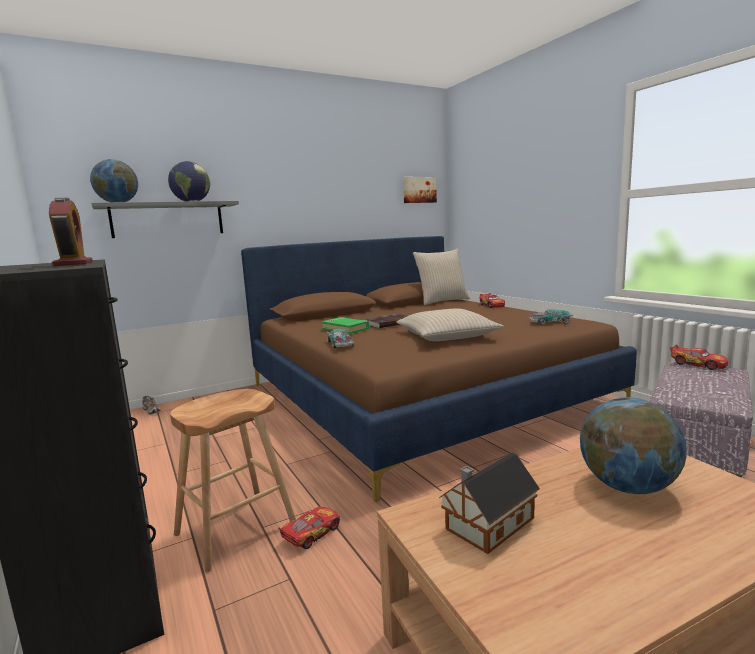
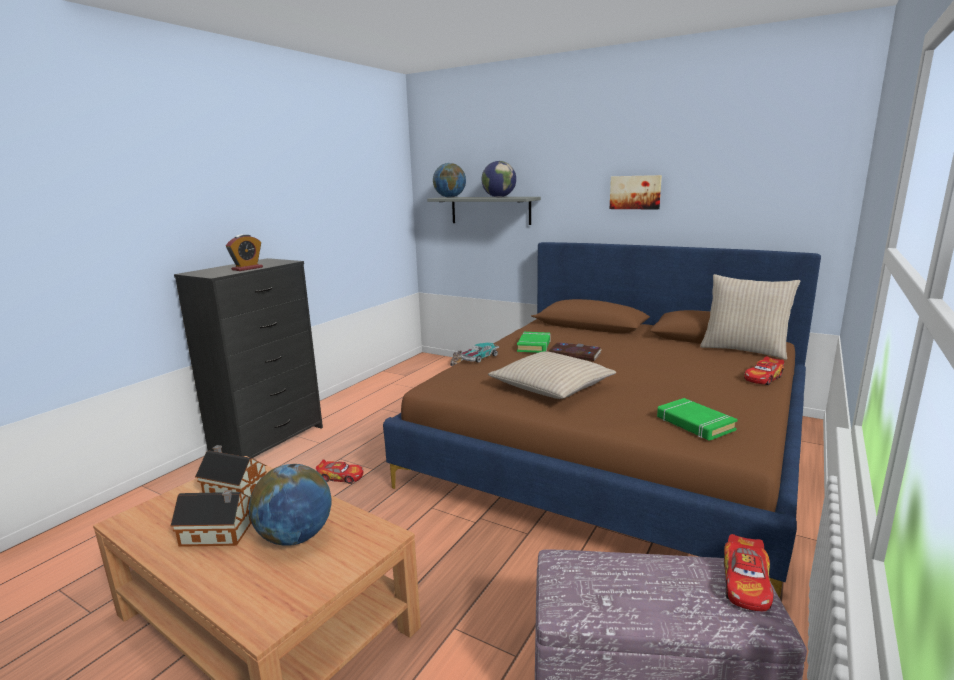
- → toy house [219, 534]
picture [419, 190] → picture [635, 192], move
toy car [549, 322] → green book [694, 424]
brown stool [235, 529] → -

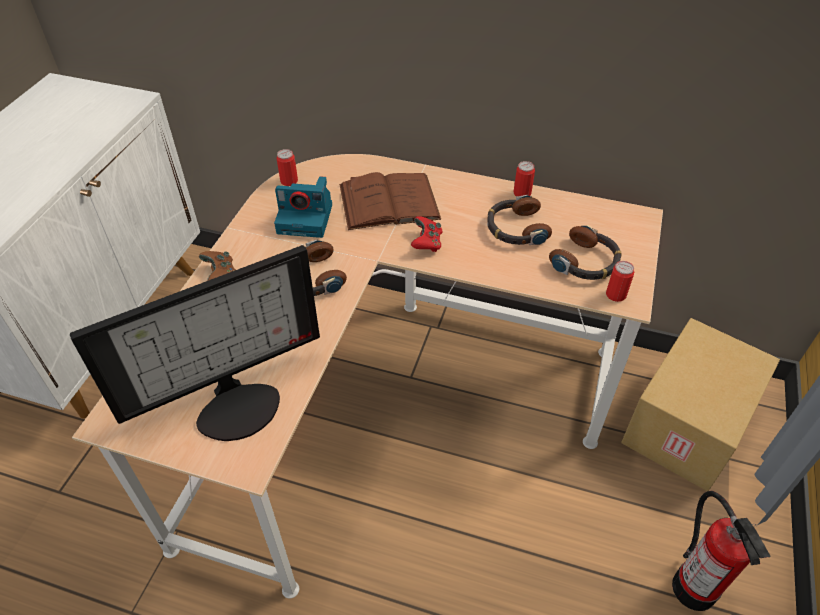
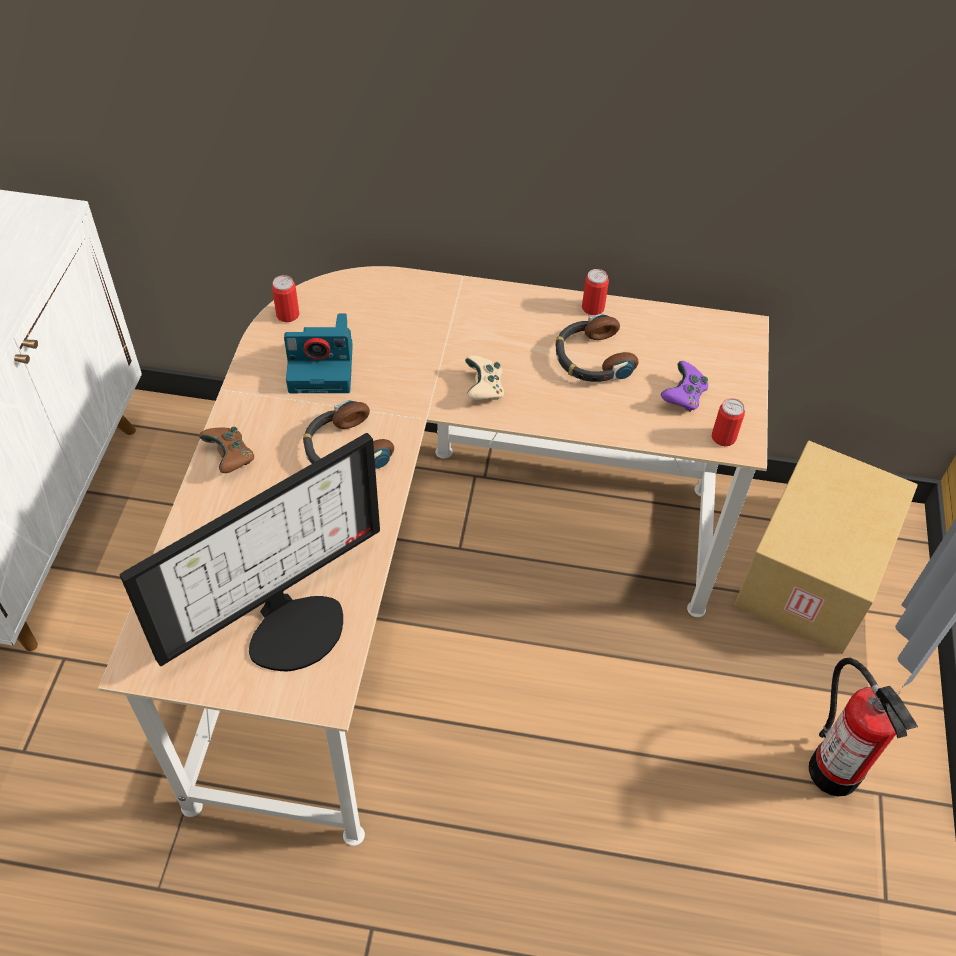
red game controller [427, 243] → beige game controller [484, 389]
headphones [586, 262] → purple game controller [683, 397]
brown book [389, 201] → -

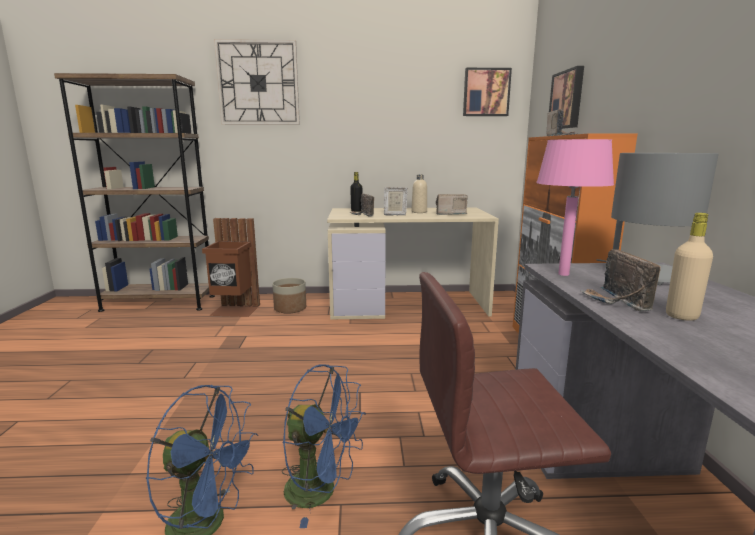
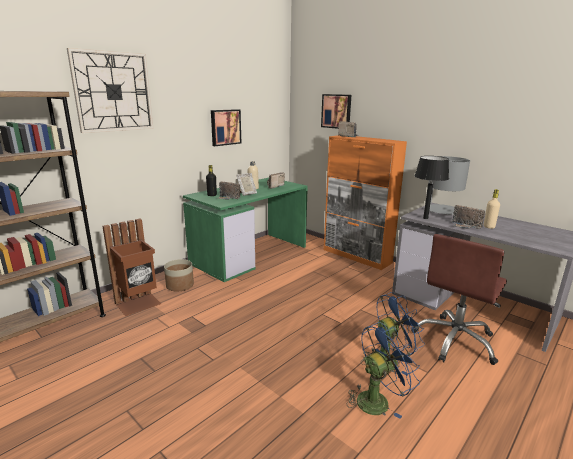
beige desk [408, 304] → green desk [250, 254]
picture [486, 92] → picture [225, 127], move
pink table lamp [563, 274] → black table lamp [425, 218]

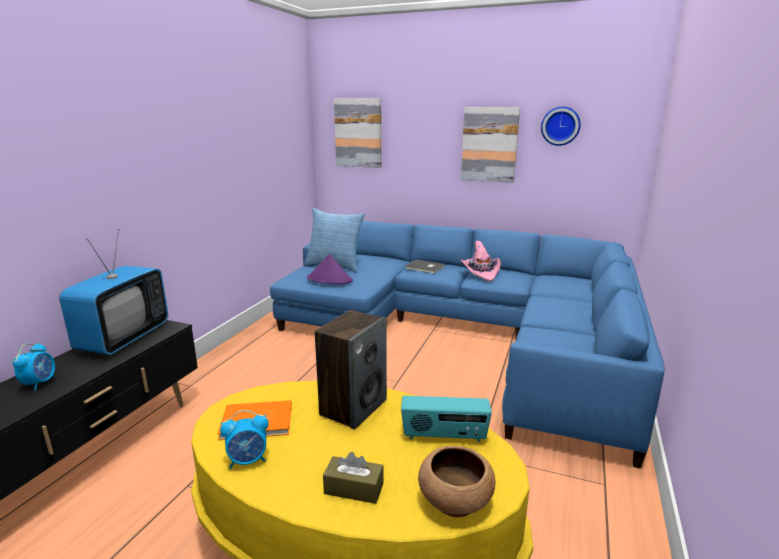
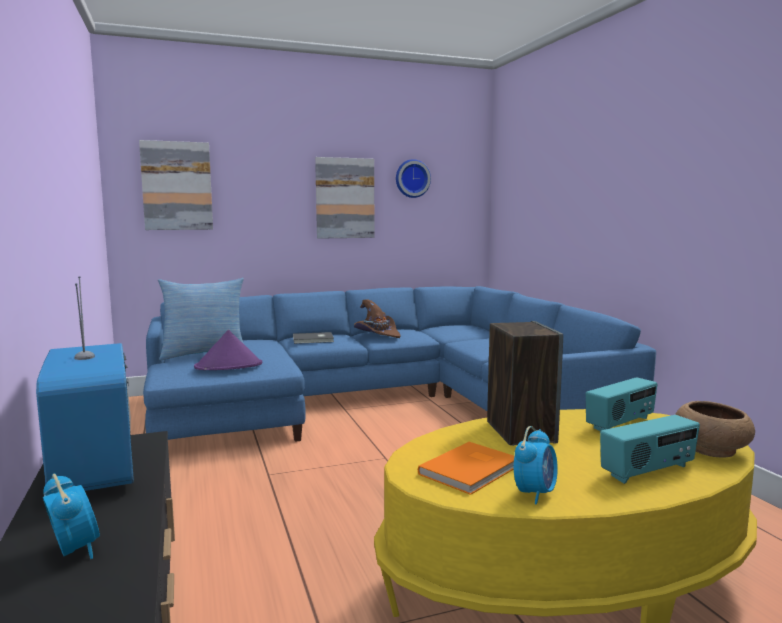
pink hat [481, 273] → brown hat [377, 334]
brown tissue box [354, 488] → radio [648, 471]

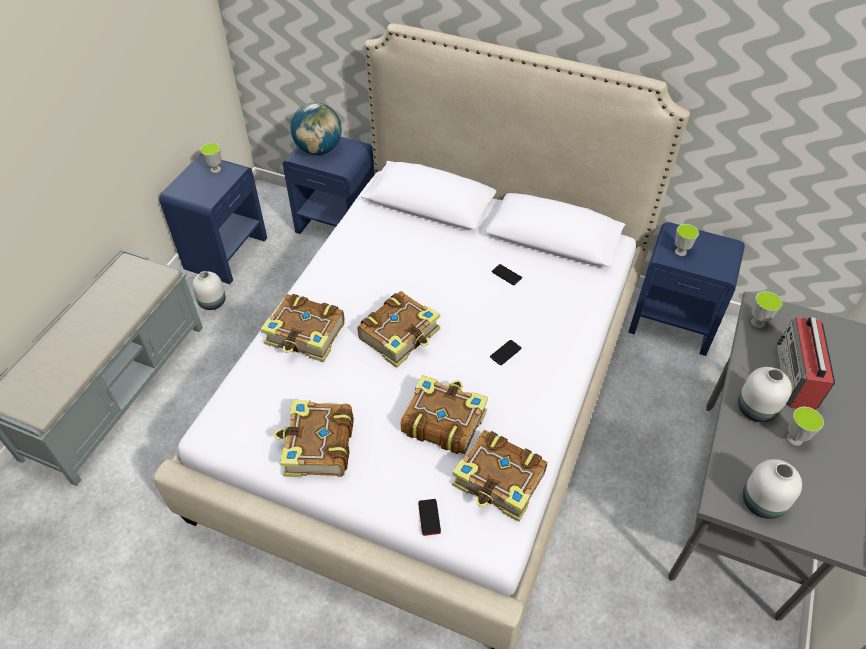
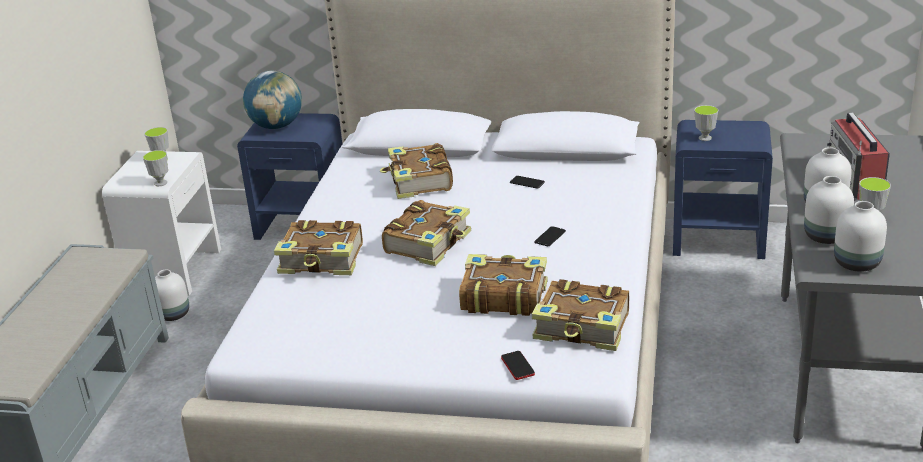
blue nightstand [226, 252] → white nightstand [175, 270]
cup [757, 323] → cup [160, 183], move
book [317, 447] → book [419, 181], move
- → white vase [826, 237]

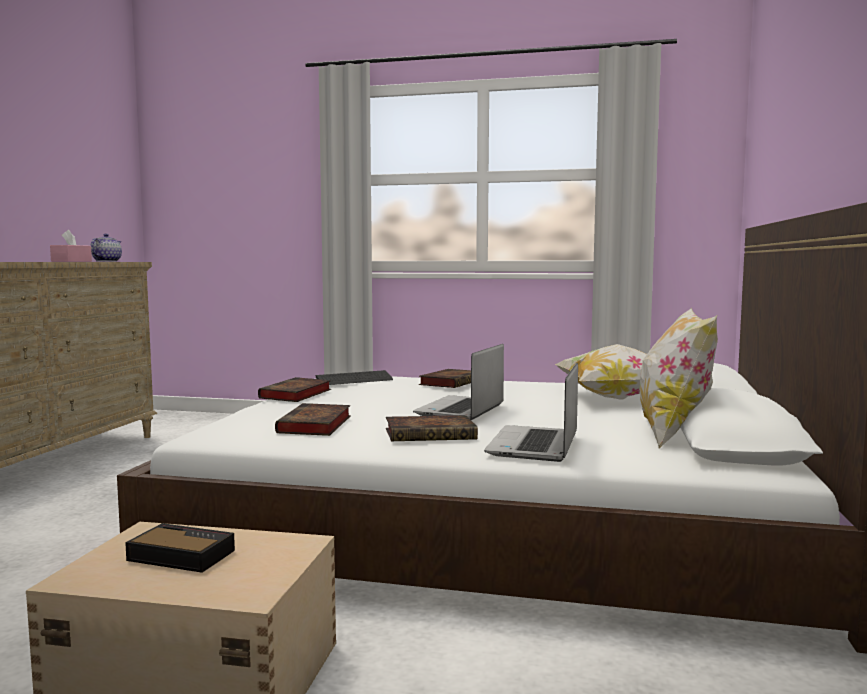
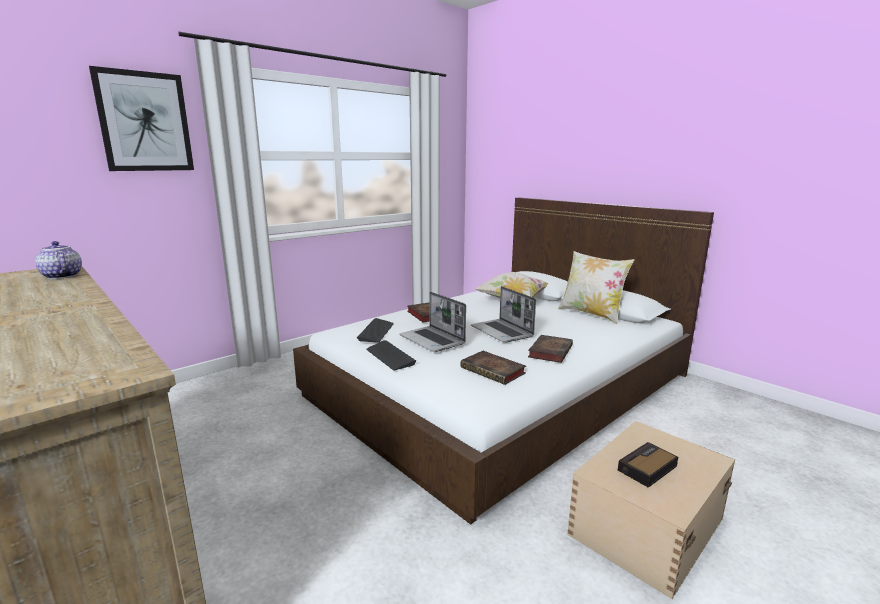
- → picture [145, 122]
book [295, 395] → keyboard [390, 356]
laptop [535, 446] → laptop [433, 340], move
pink tissue box [71, 261] → -

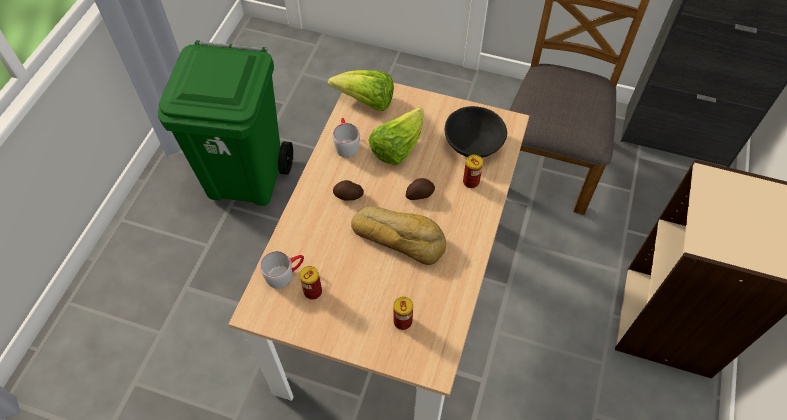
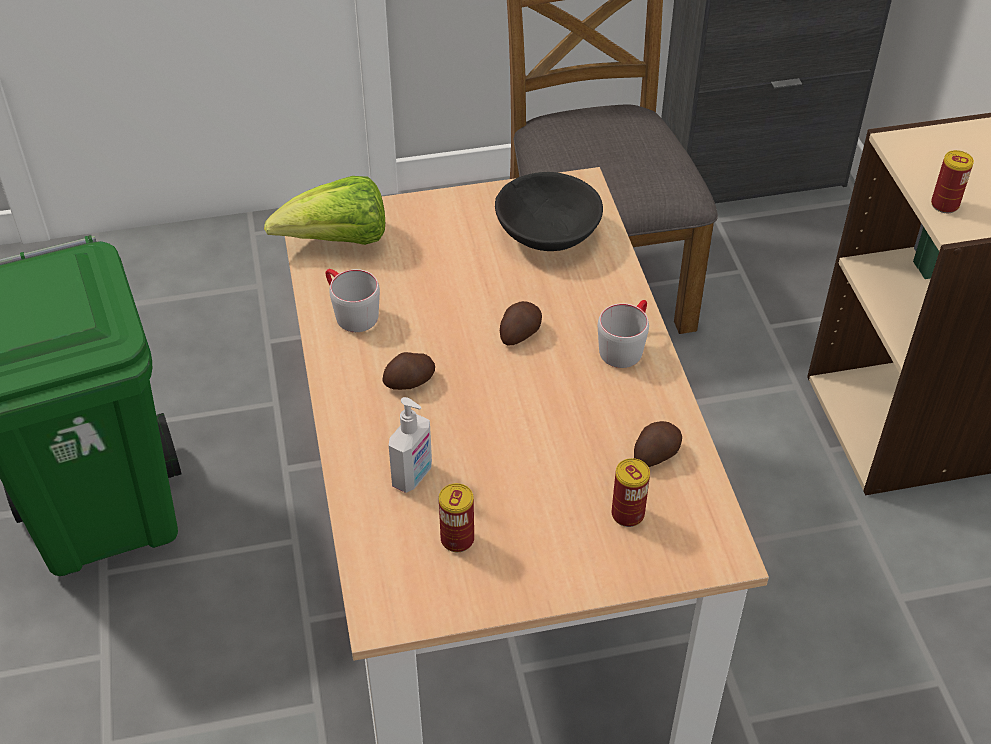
- → soap dispenser [413, 476]
grey mug [285, 274] → grey mug [625, 345], move
- → potato [655, 454]
can [471, 182] → can [944, 205], move
bread [399, 237] → -
lettuce [397, 148] → -

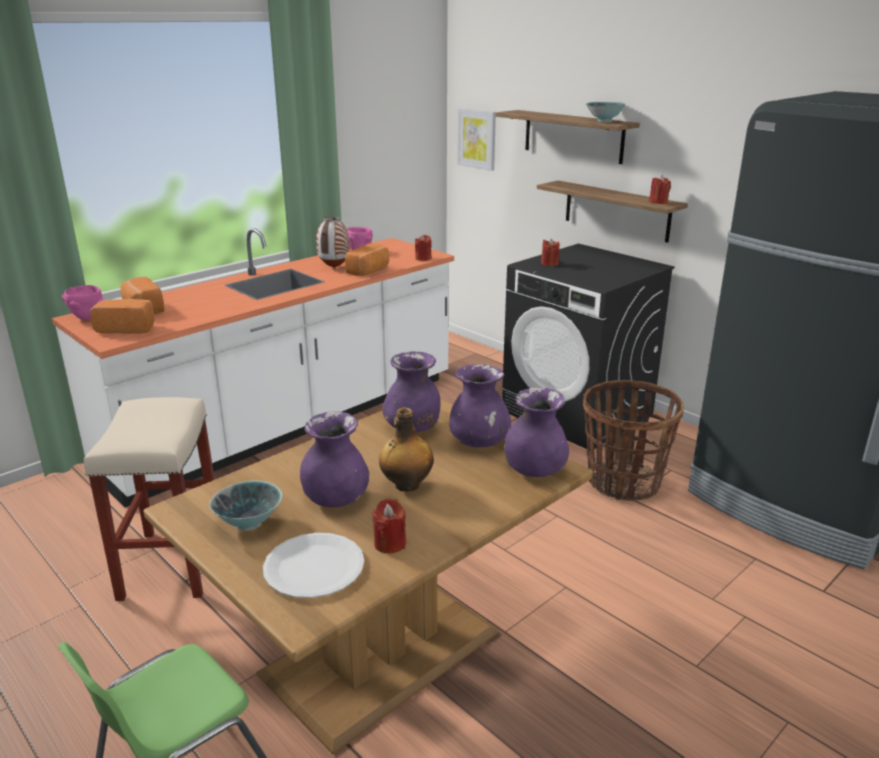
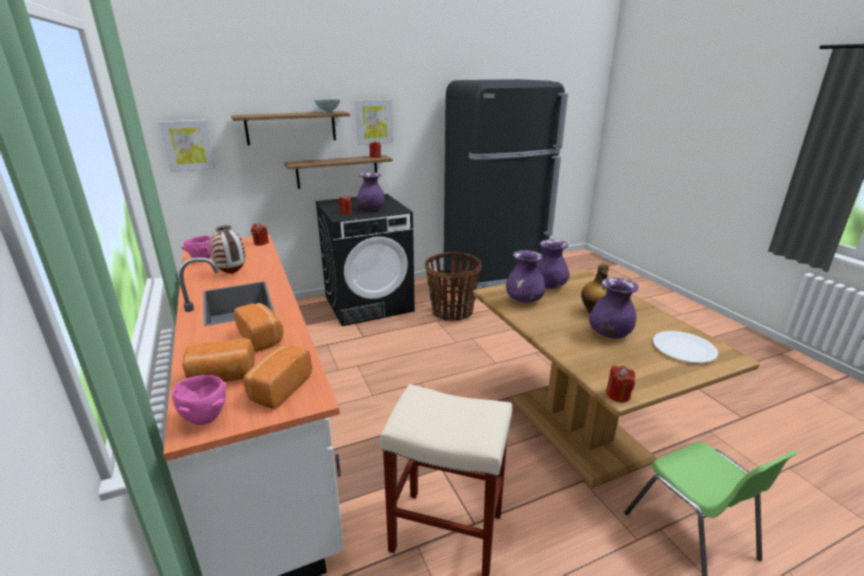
bread [369, 271] → bread [262, 337], move
- → picture [374, 122]
purple vase [535, 470] → purple vase [371, 209], move
red candle [390, 543] → red candle [618, 395], move
bowl [249, 524] → -

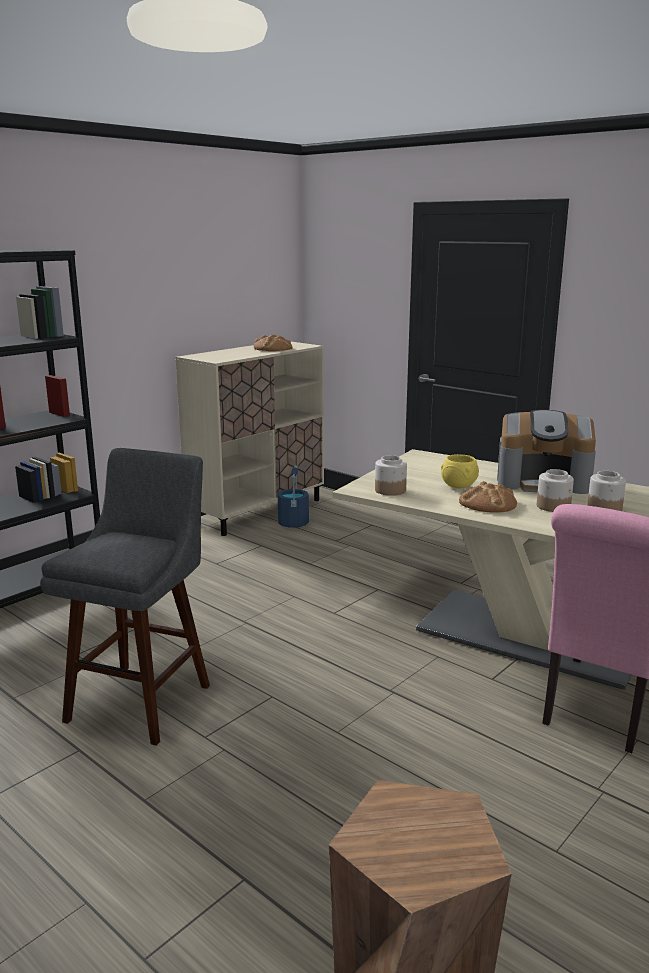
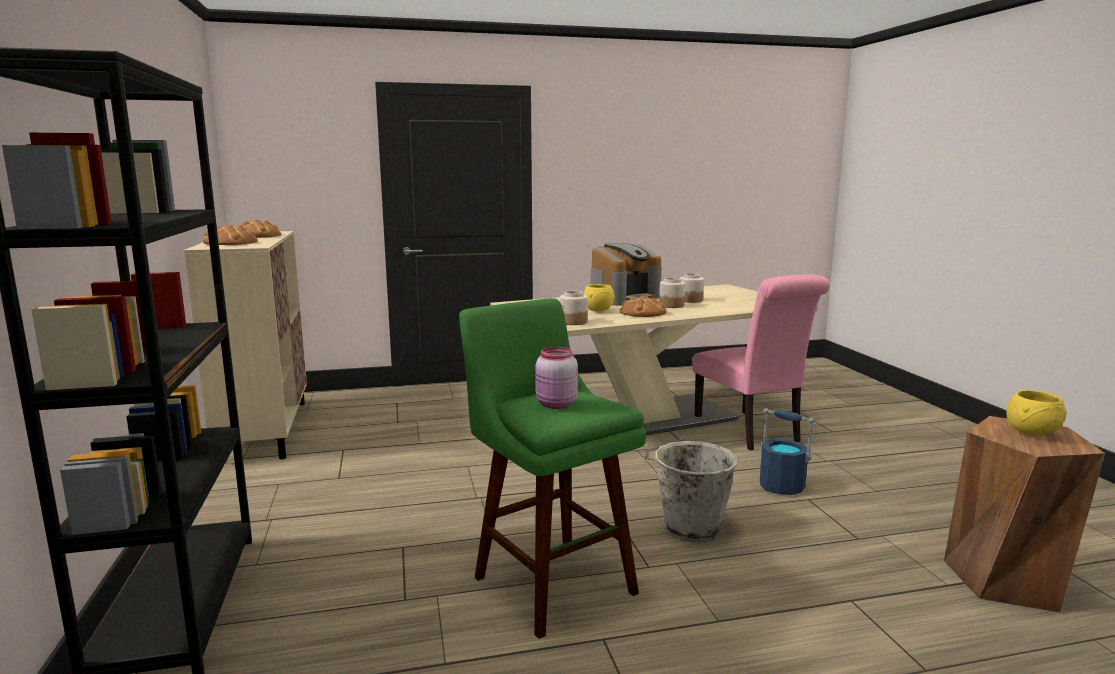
- → bread [230, 243]
grey stool [143, 699] → green stool [550, 581]
- → pink jar [555, 405]
- → grey bucket [689, 528]
blue bucket [293, 523] → blue bucket [782, 487], move
- → yellow bowl [1032, 434]

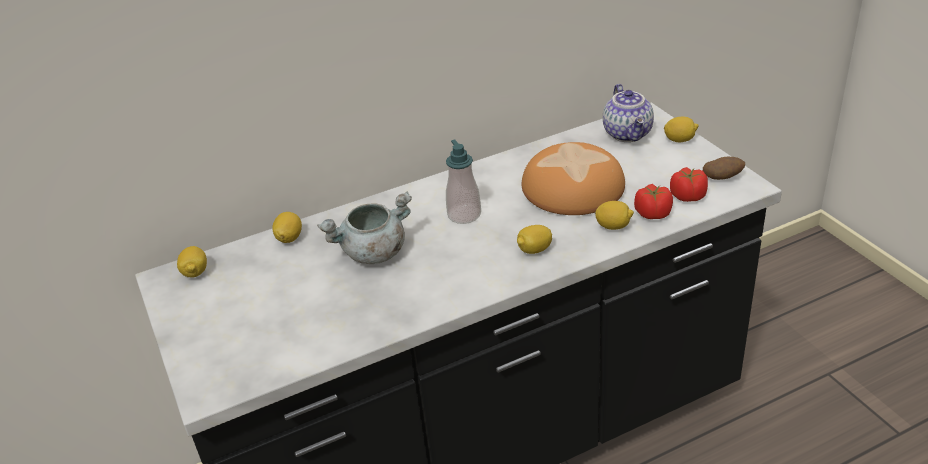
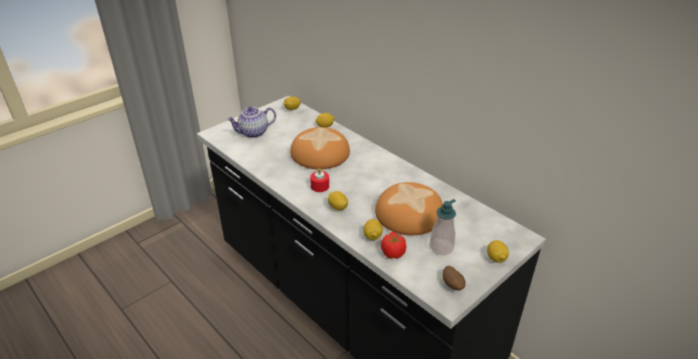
teapot [628, 134] → teapot [253, 133], move
grey cooking pot [373, 253] → bread [319, 153]
- → red candle [320, 186]
soap dispenser [464, 215] → soap dispenser [441, 247], move
tomato [687, 196] → -

